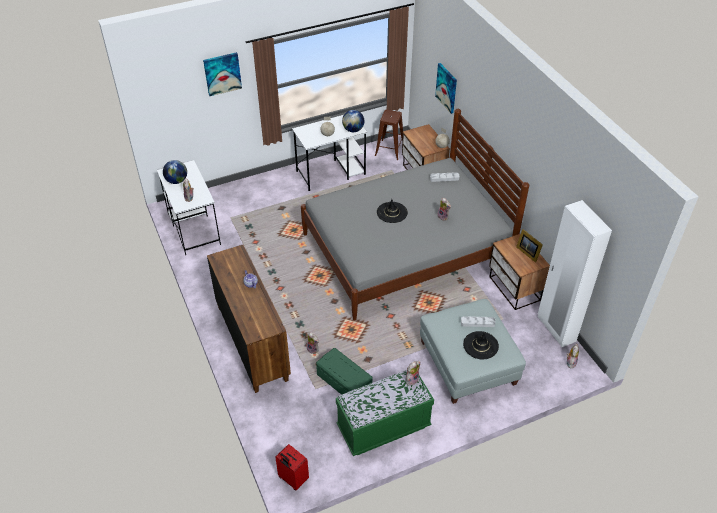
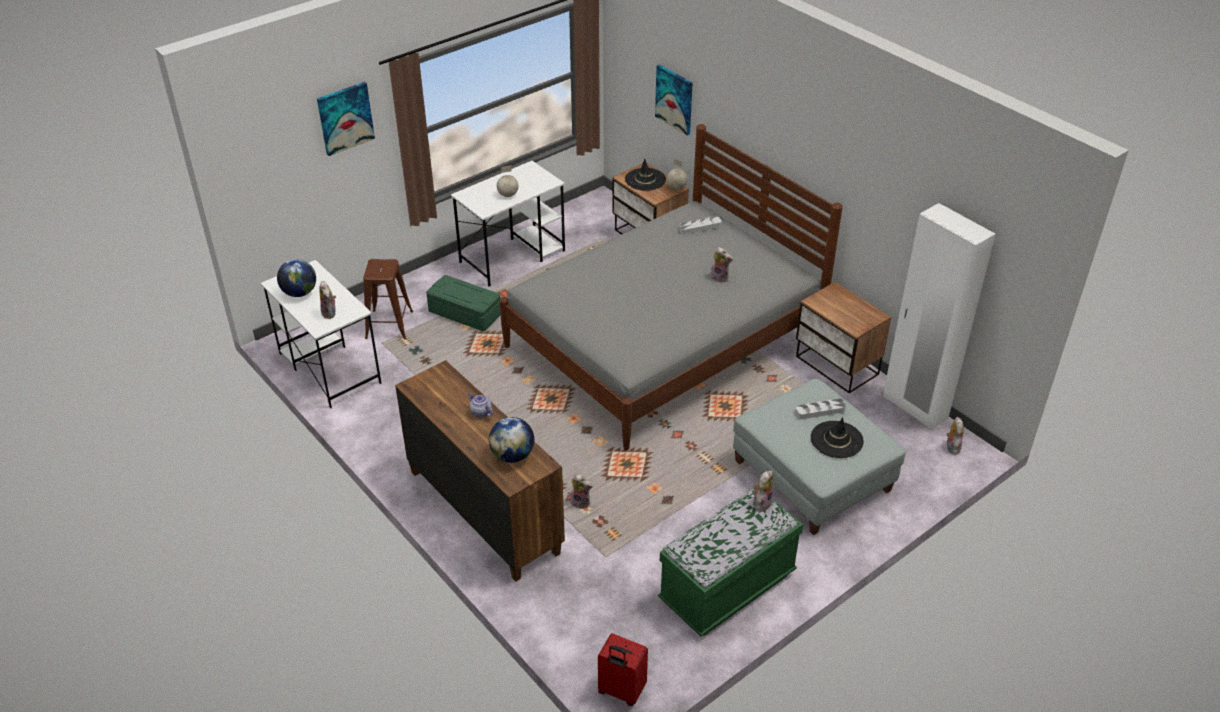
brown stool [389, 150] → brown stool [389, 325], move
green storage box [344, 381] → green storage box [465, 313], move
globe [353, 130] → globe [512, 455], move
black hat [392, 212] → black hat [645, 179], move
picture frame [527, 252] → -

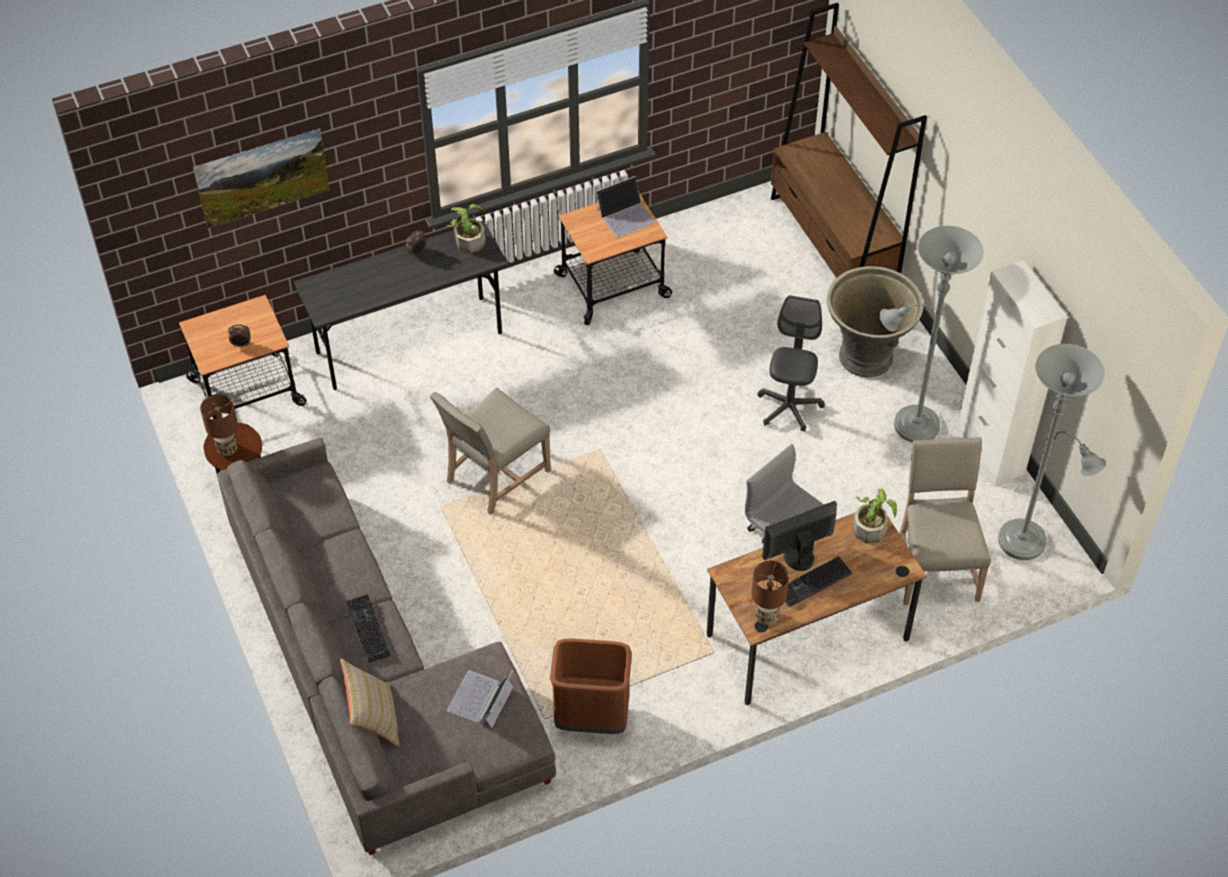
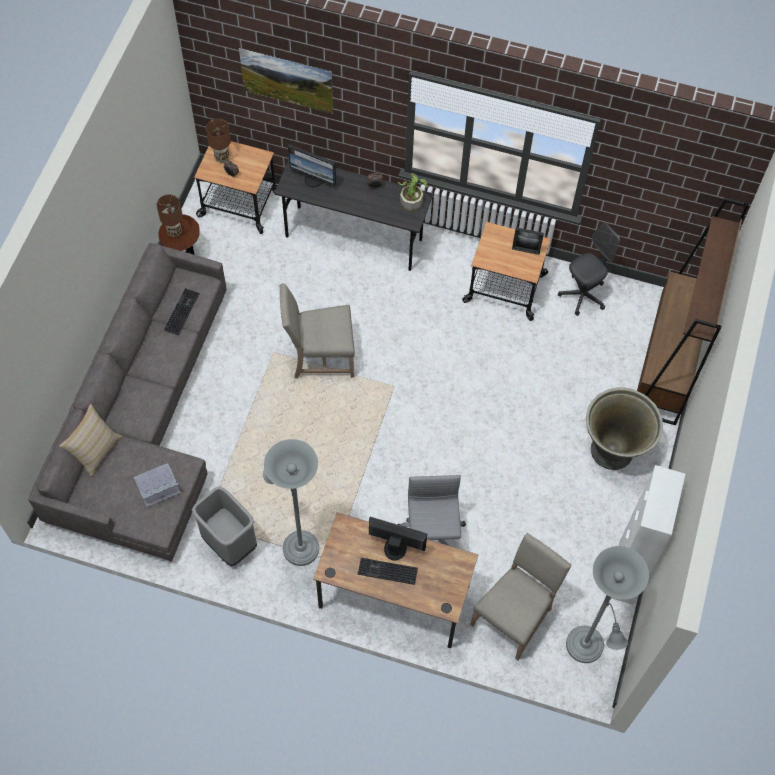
keyboard [366, 628] → keyboard [181, 311], move
brown trash can [591, 718] → grey trash can [229, 543]
brown table lamp [766, 616] → brown table lamp [222, 157], move
grey floor lamp [910, 424] → grey floor lamp [297, 545], move
- → monitor [314, 179]
laptop [625, 216] → picture frame [525, 251]
grey office chair [789, 407] → grey office chair [582, 295], move
potted plant [871, 526] → -

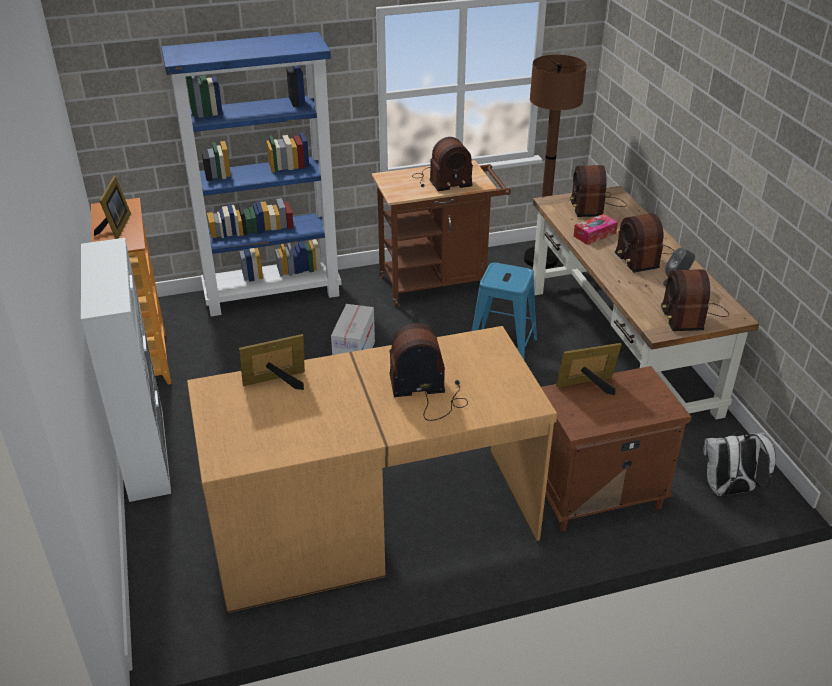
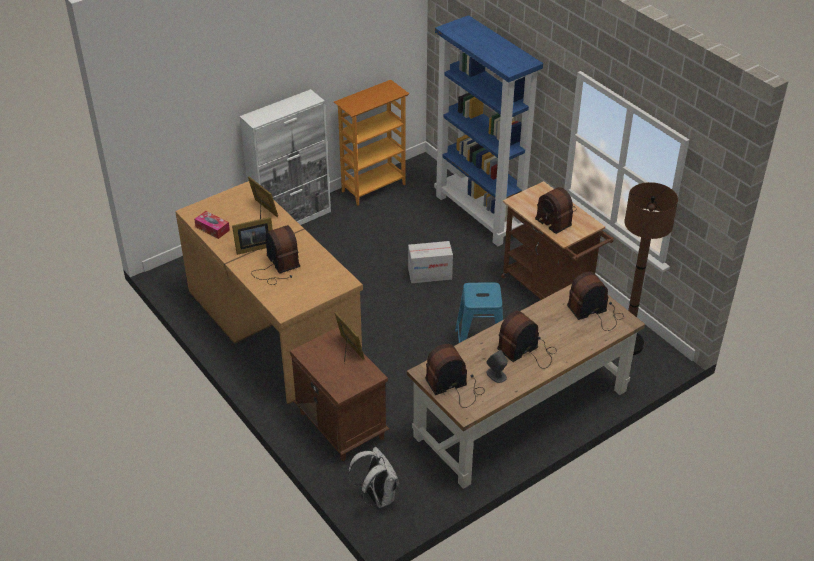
tissue box [594, 235] → tissue box [212, 228], move
picture frame [116, 227] → picture frame [253, 247], move

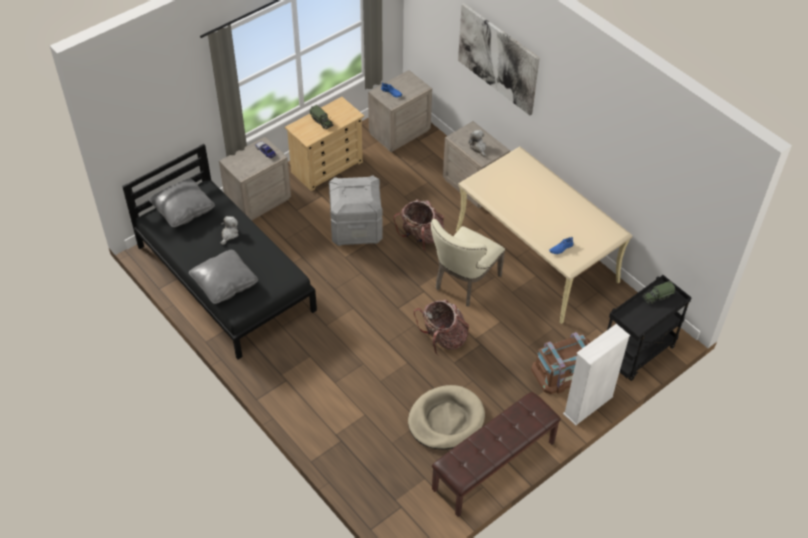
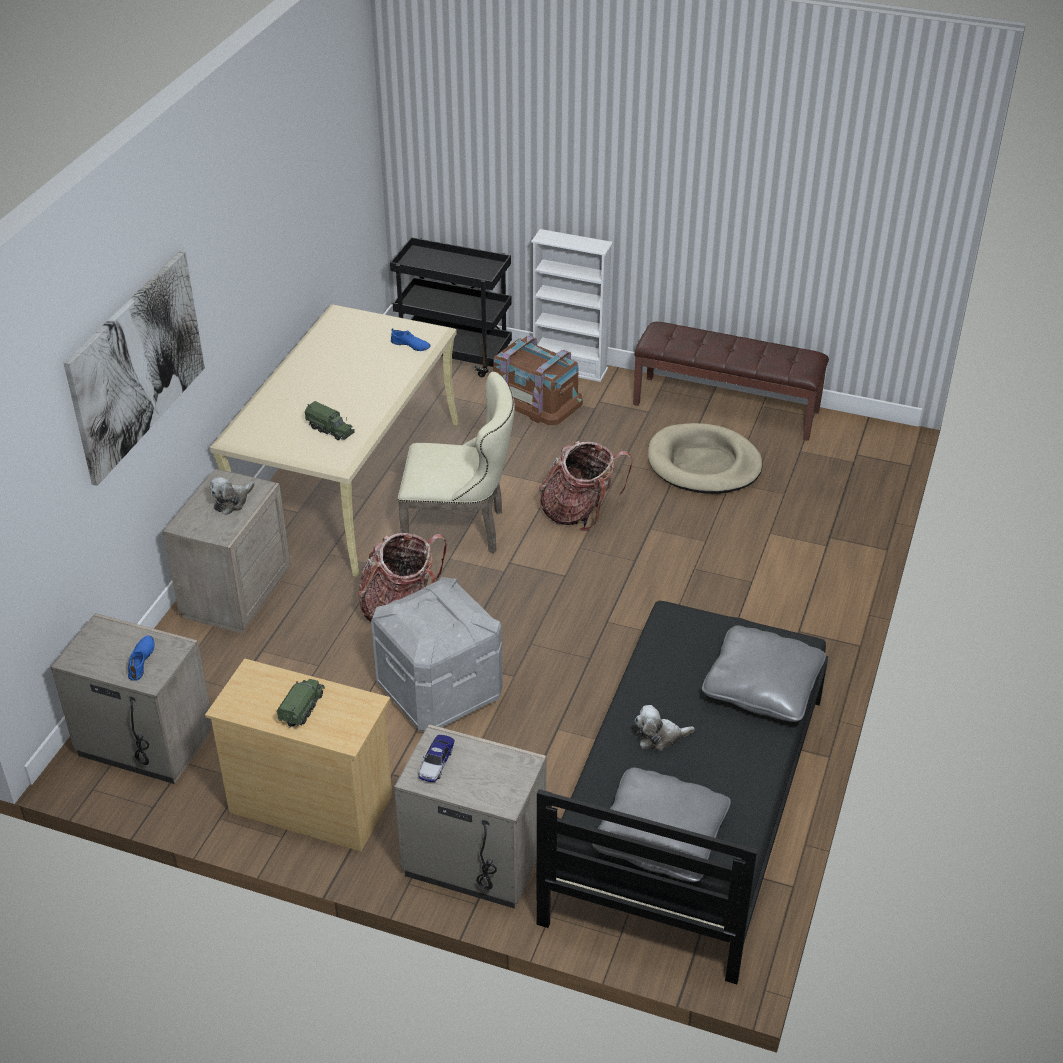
toy truck [657, 296] → toy truck [330, 430], move

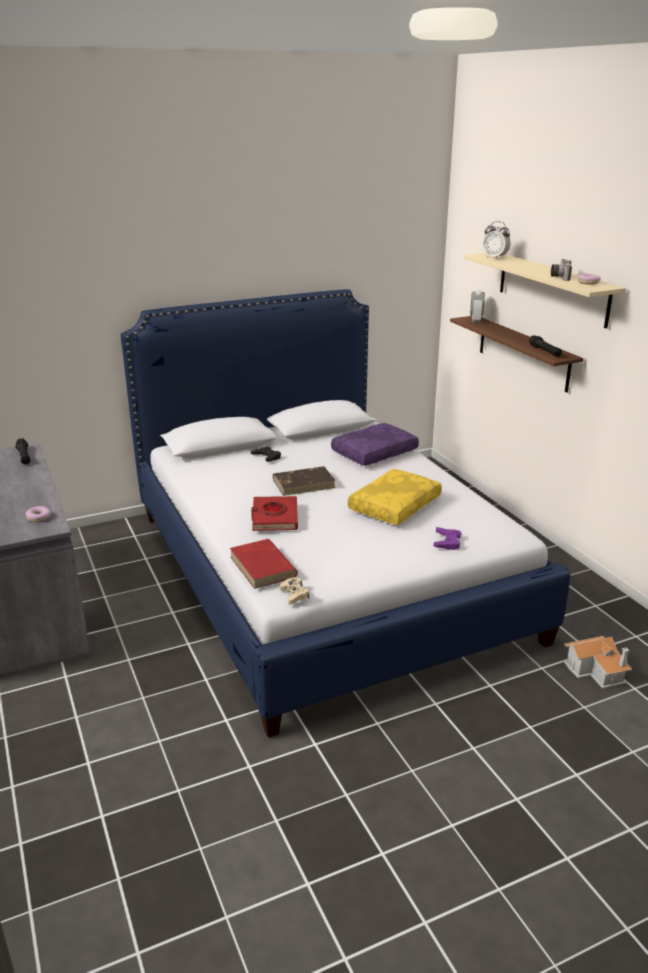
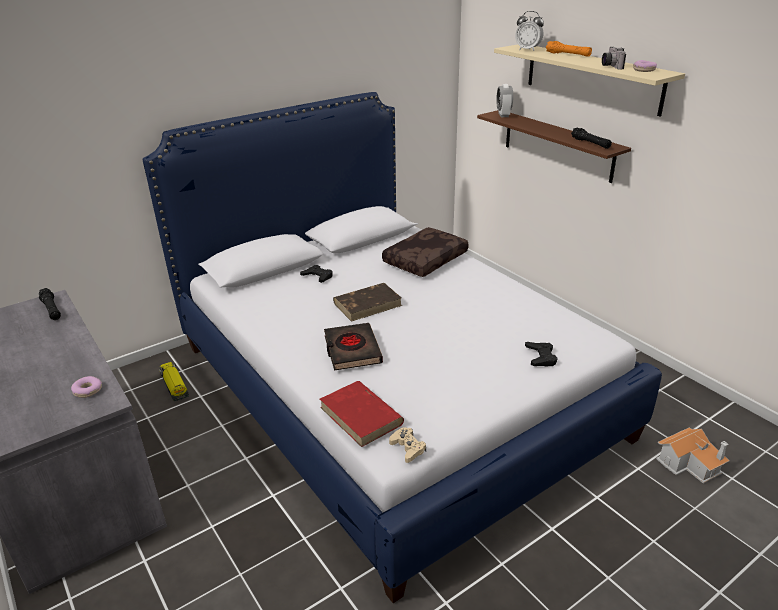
- → toy truck [174, 385]
red book [274, 518] → black book [352, 350]
purple pillow [374, 452] → brown pillow [425, 259]
purple game controller [447, 542] → black game controller [541, 357]
- → orange flashlight [568, 54]
yellow pillow [394, 505] → -

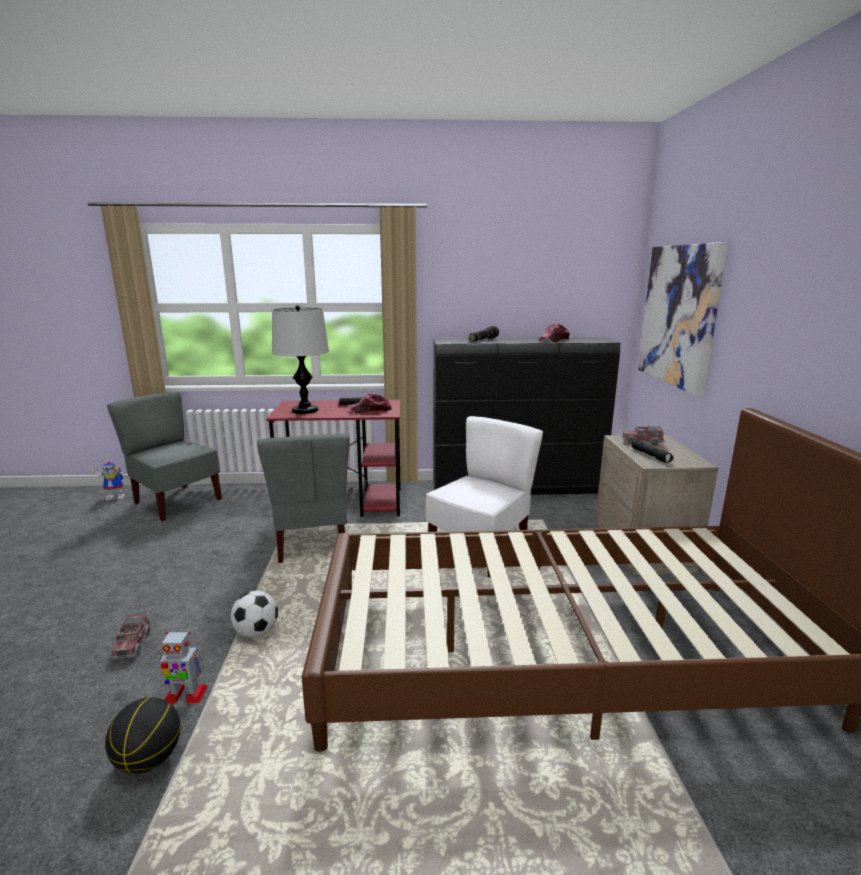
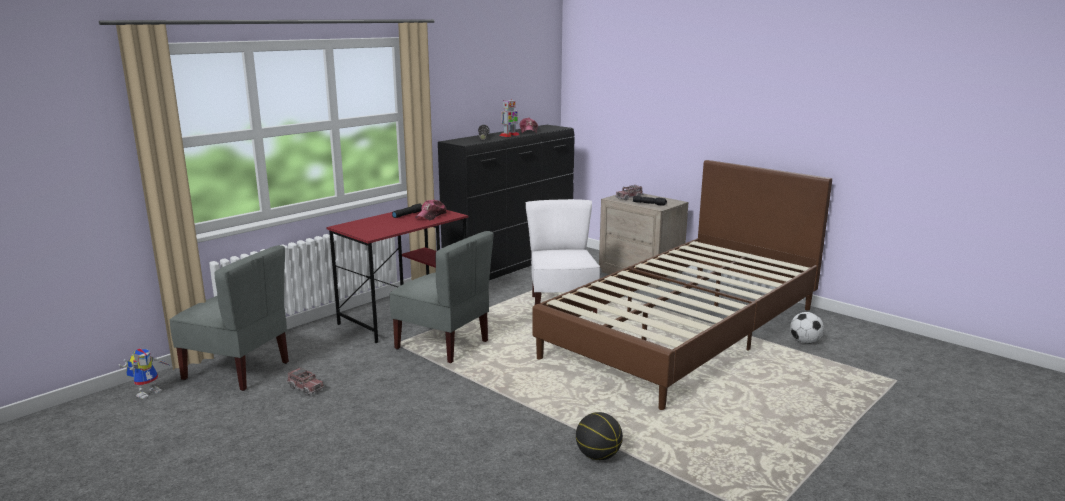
grey chair [176, 502] → grey chair [238, 370], 150 degrees counterclockwise
toy truck [132, 644] → toy truck [305, 388], move
toy robot [185, 695] → toy robot [509, 135], move
football [256, 632] → football [804, 342], move
table lamp [305, 410] → -
picture [678, 315] → -

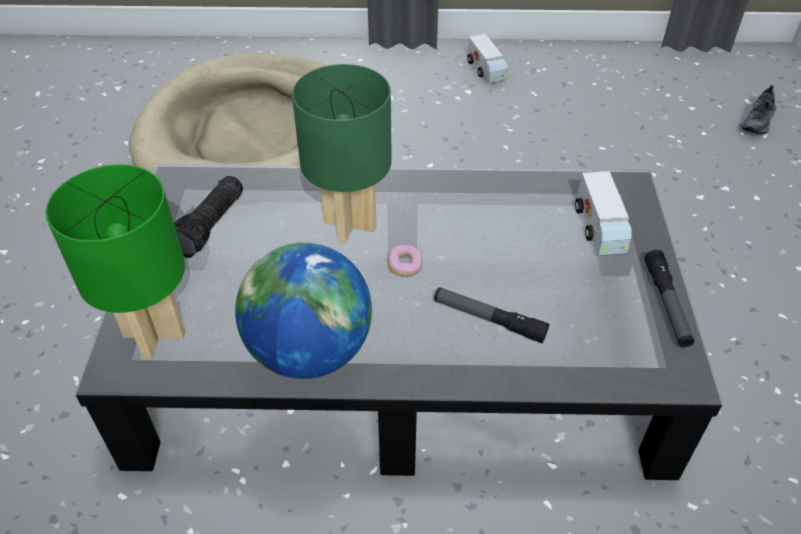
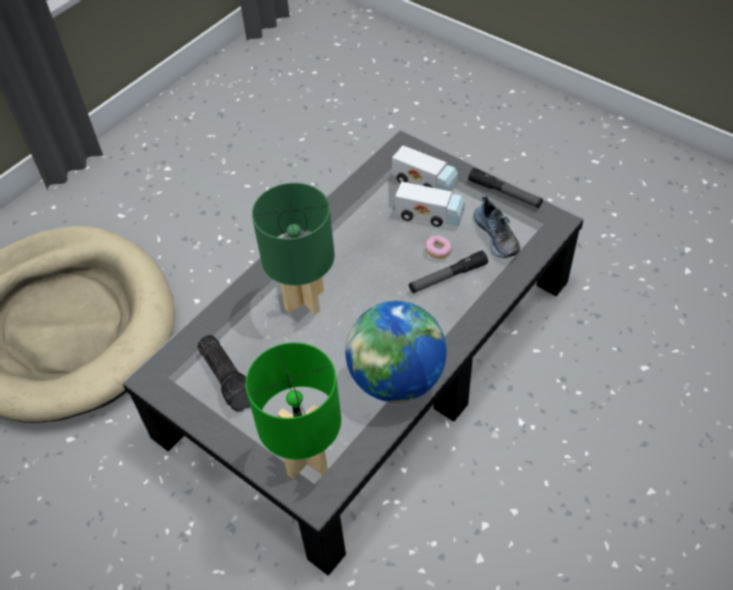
toy truck [486, 70] → toy truck [430, 215], move
donut [405, 266] → donut [438, 251], move
shoe [758, 121] → shoe [497, 236], move

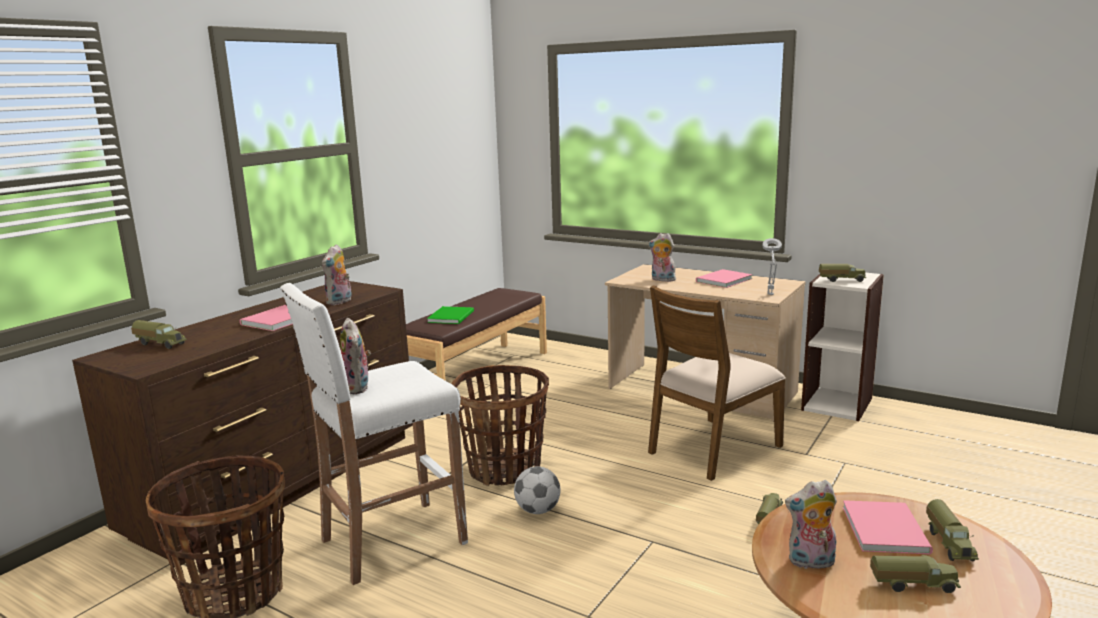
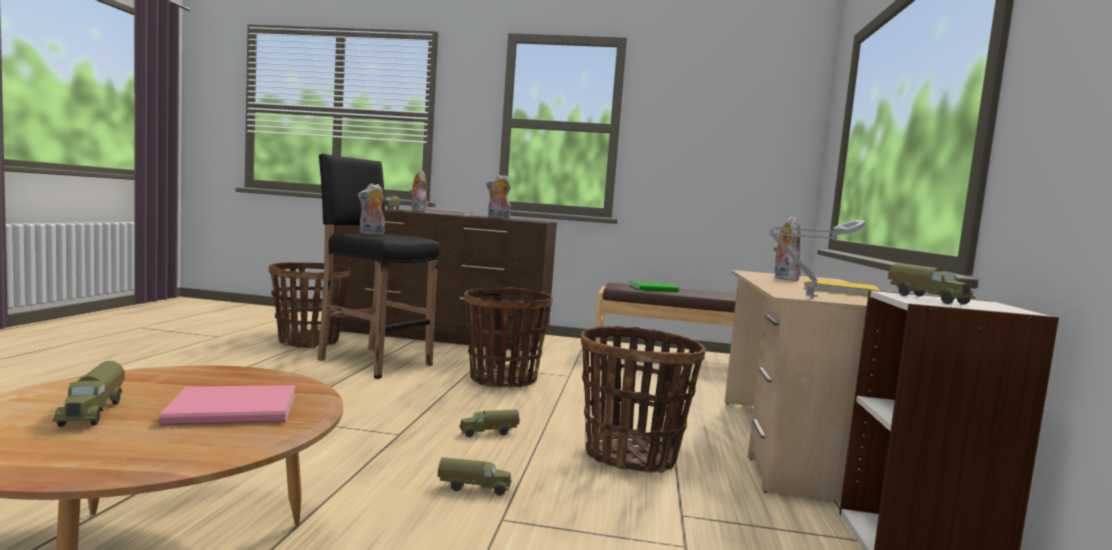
white stool [390, 542] → black stool [373, 362]
plush toy [811, 562] → plush toy [417, 211], move
toy truck [949, 543] → toy truck [489, 433], move
brown chair [712, 448] → basket [631, 455]
pink book [722, 280] → yellow book [837, 290]
football [538, 510] → -

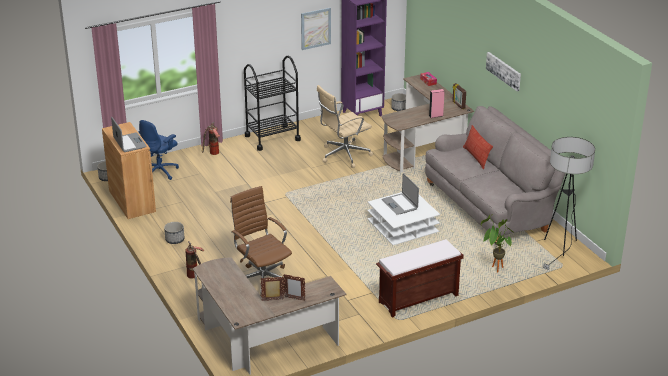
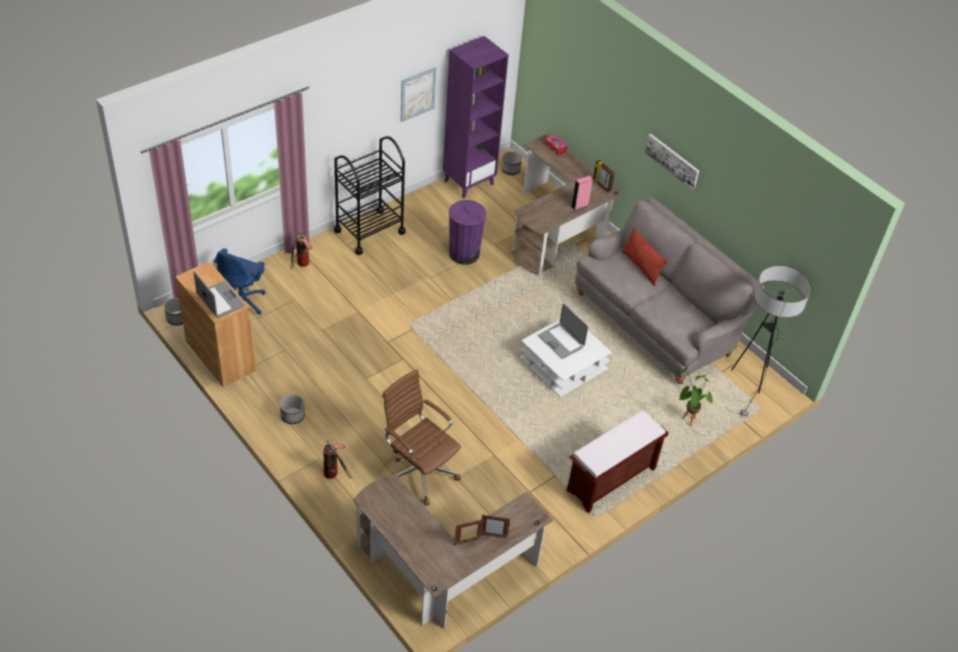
beige office chair [343, 155] → purple trash can [464, 254]

